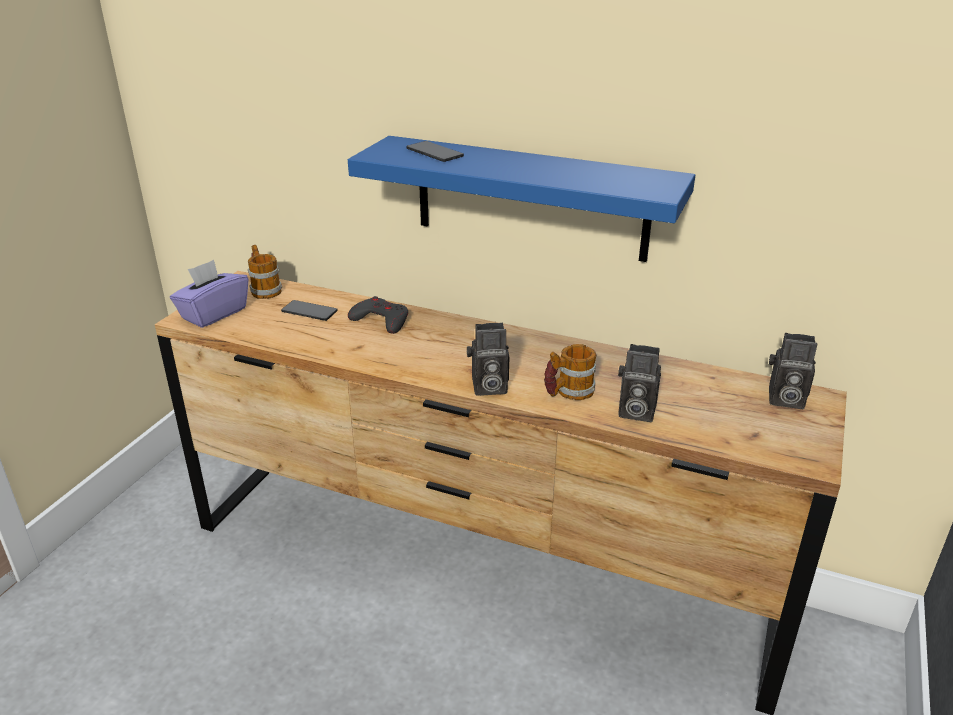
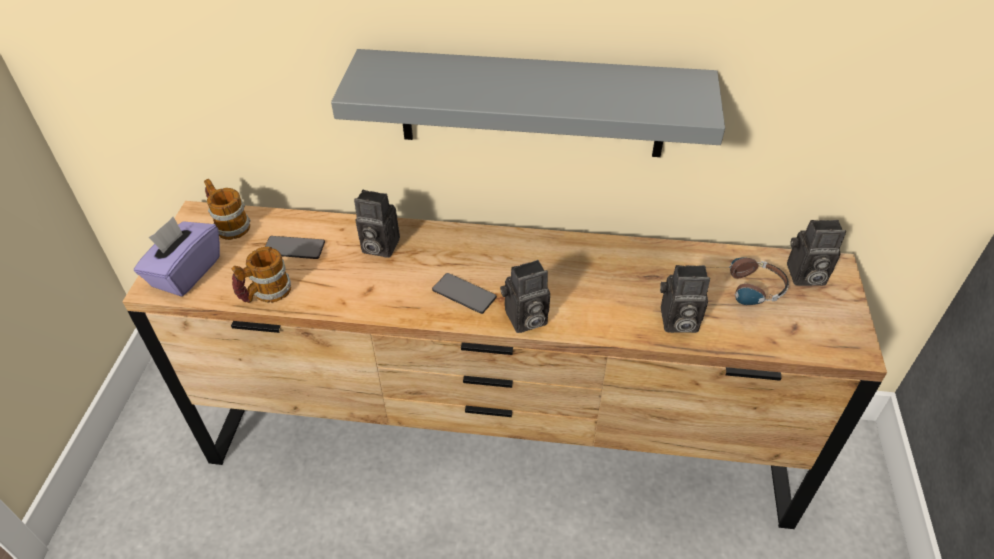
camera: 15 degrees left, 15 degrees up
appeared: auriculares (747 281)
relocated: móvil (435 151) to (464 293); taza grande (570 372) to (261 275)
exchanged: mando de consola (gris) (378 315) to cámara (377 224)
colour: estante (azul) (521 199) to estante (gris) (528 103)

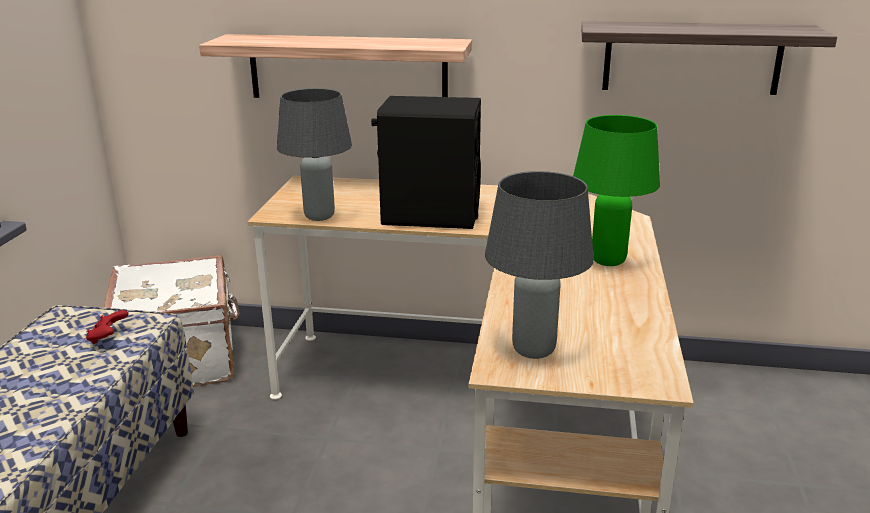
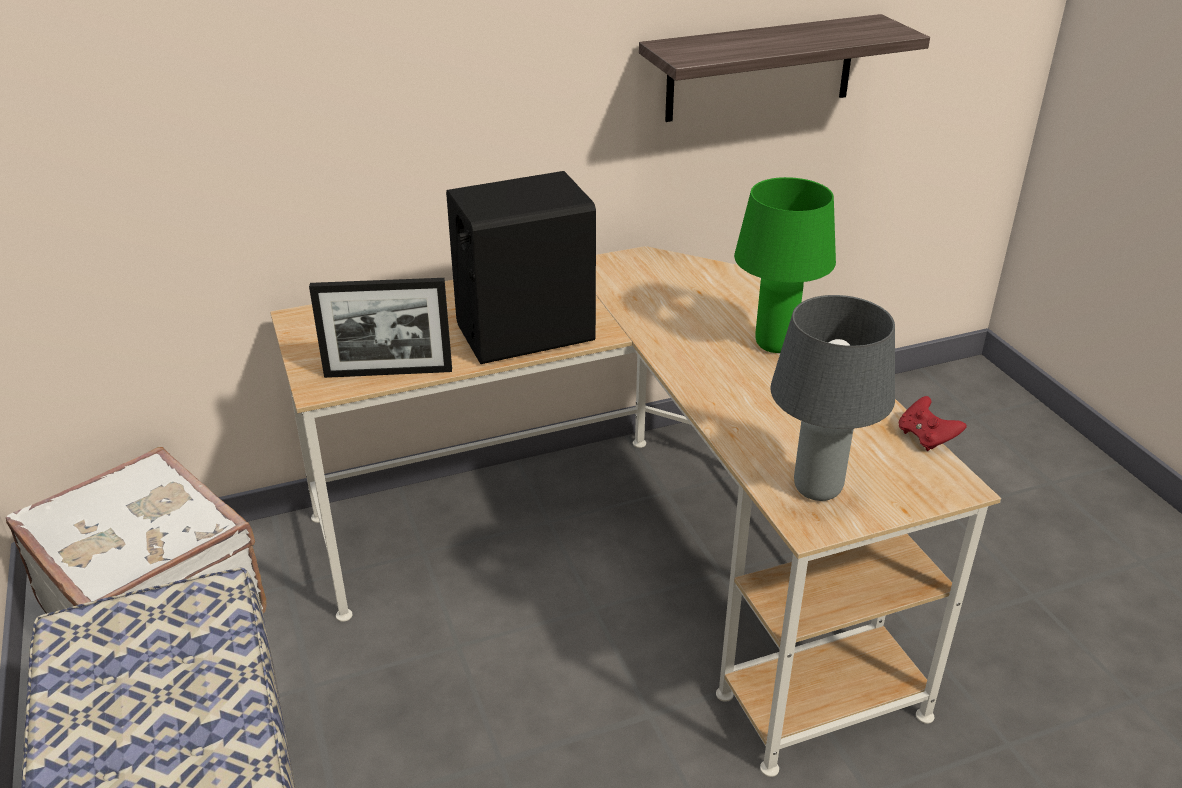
camera: 30 degrees left, 10 degrees up
missing: estante (335 66)
relocated: mando de consola (rojo) (107 327) to (933 423)
exchanged: lámpara de mesa (gris) (314 154) to portarretratos (380 328)

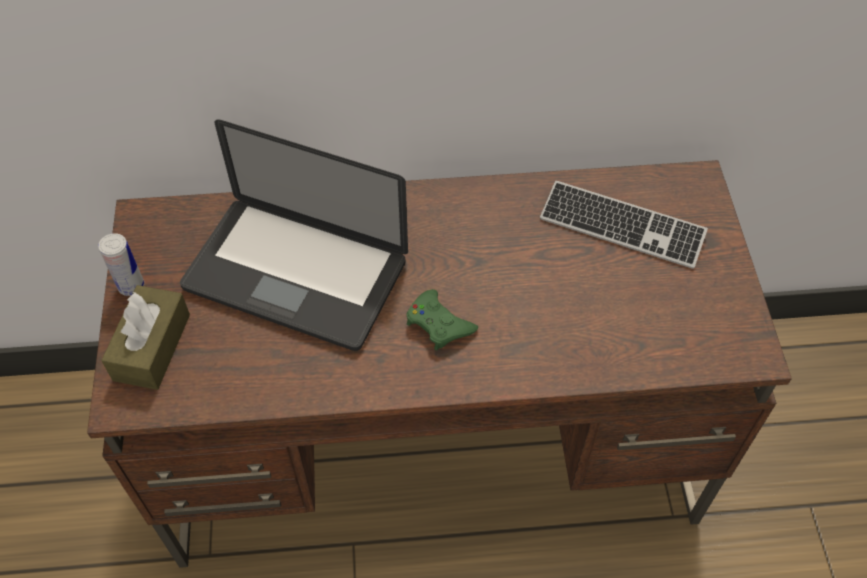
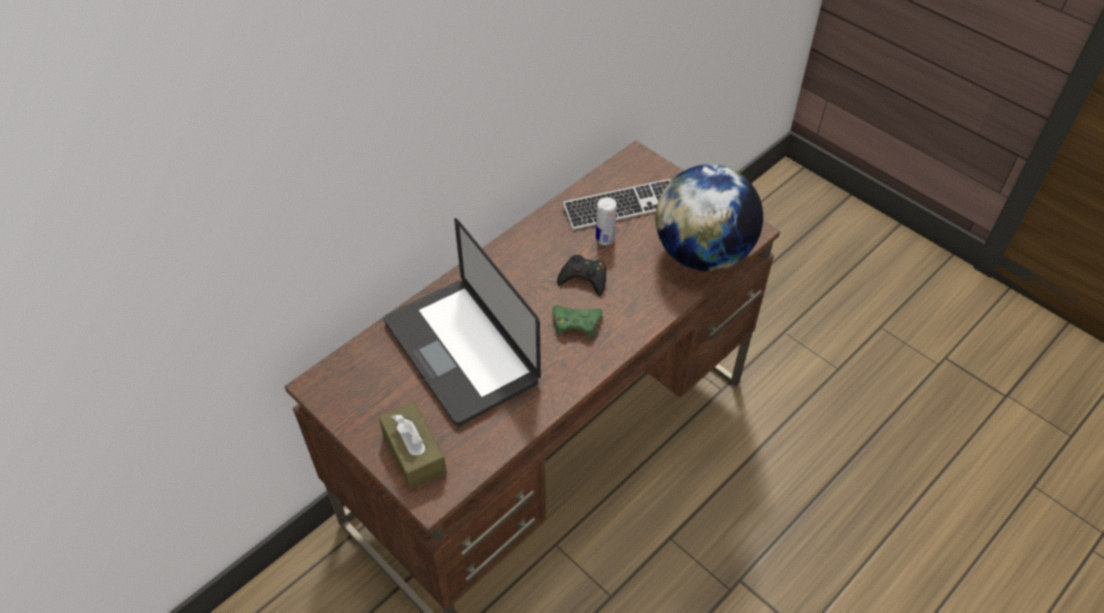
camera: 40 degrees left, 5 degrees down
appeared: mando de consola (negro) (581 275); globo terráqueo (709 217)
relocated: lata (121 264) to (606 221)
spun: portátil (294 235) = (462 322) 75 degrees clockwise

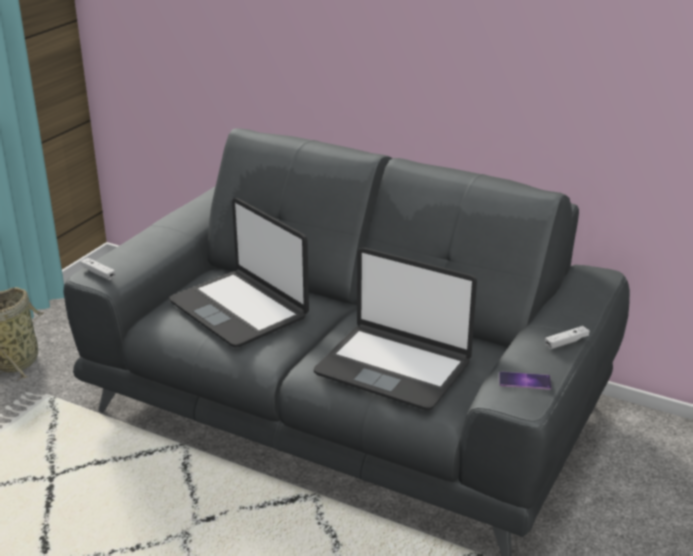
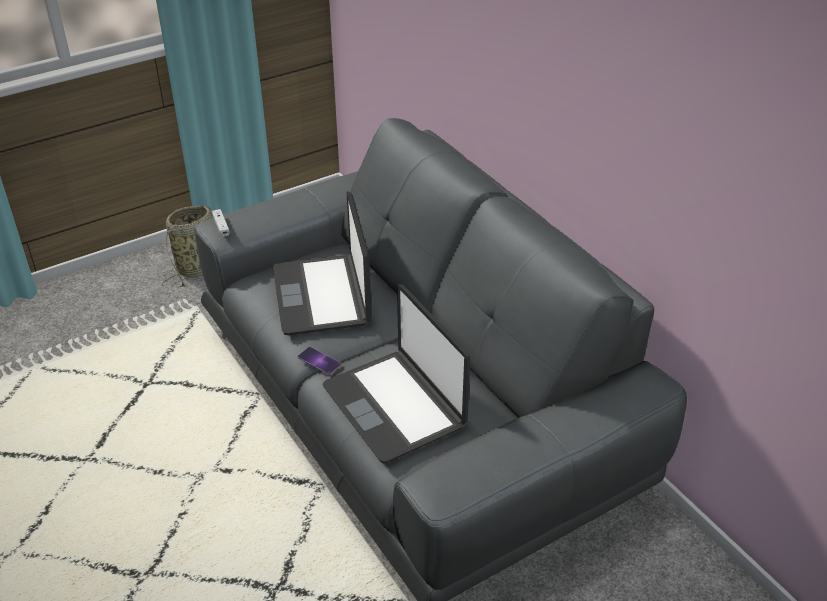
camera: 30 degrees right, 10 degrees up
missing: mando de consola (blanco) (567 337)
relocated: móvil (525 381) to (320 361)

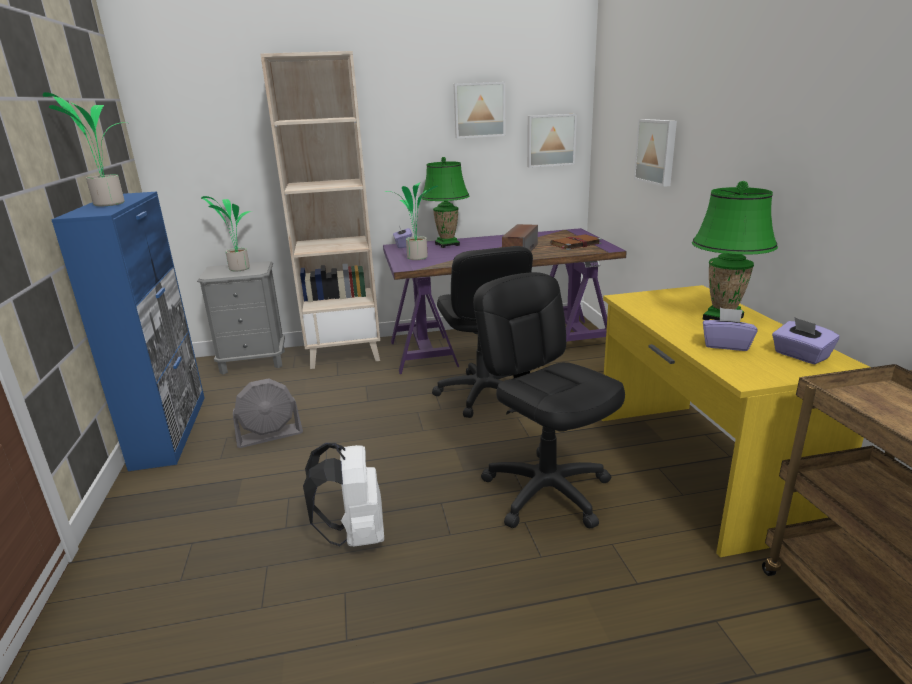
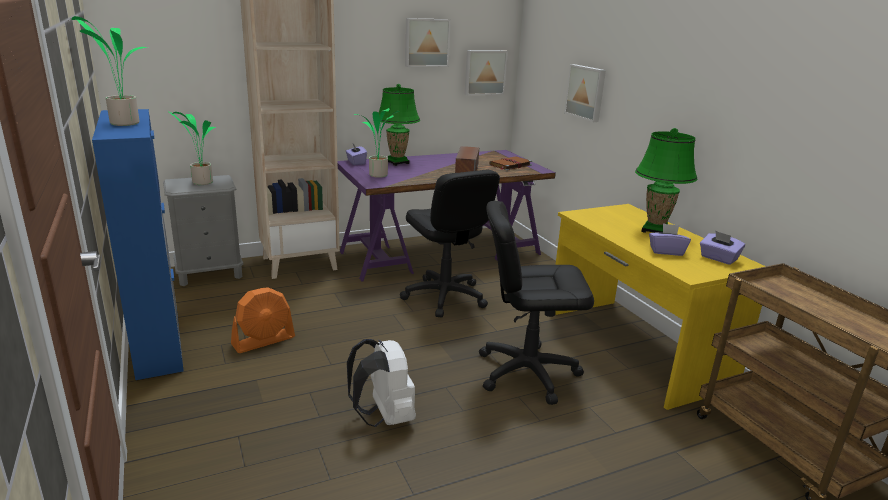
camera: 15 degrees left, 0 degrees up
colour: ventilador (gris) (268 413) to ventilador (naranja) (263 320)
spun: silla de oficina (negro) (549 400) = (536 303) 45 degrees counterclockwise

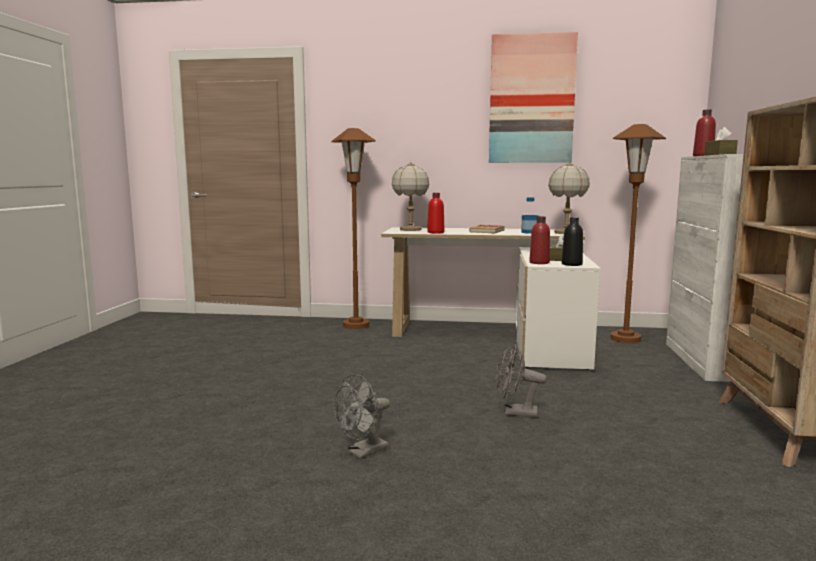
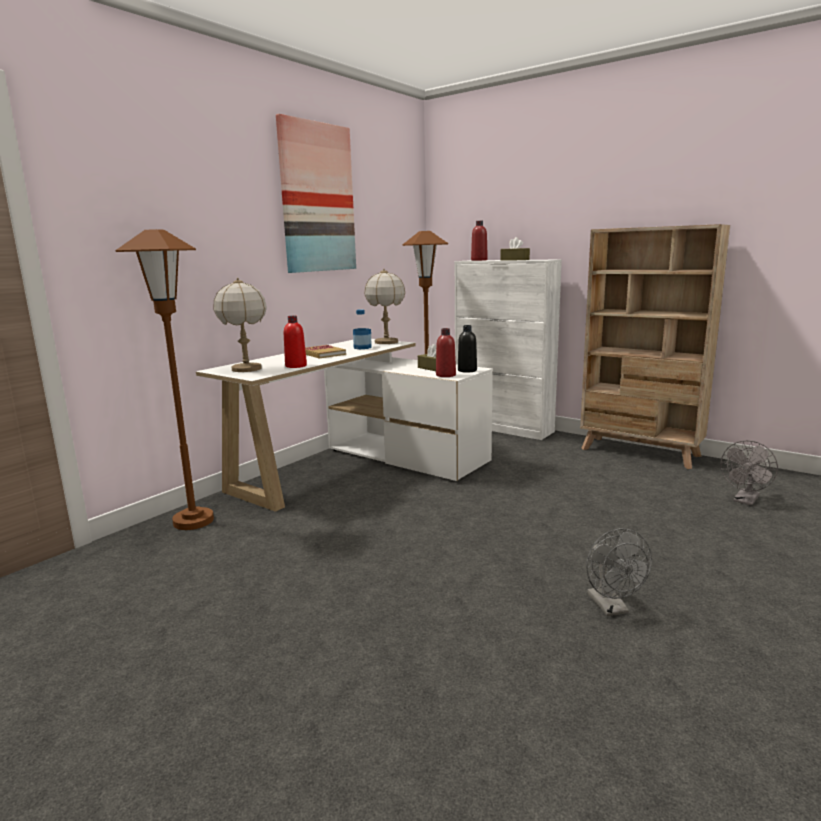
camera: 60 degrees left, 5 degrees up
relocated: ventilador (gris) (521 380) to (749 473)

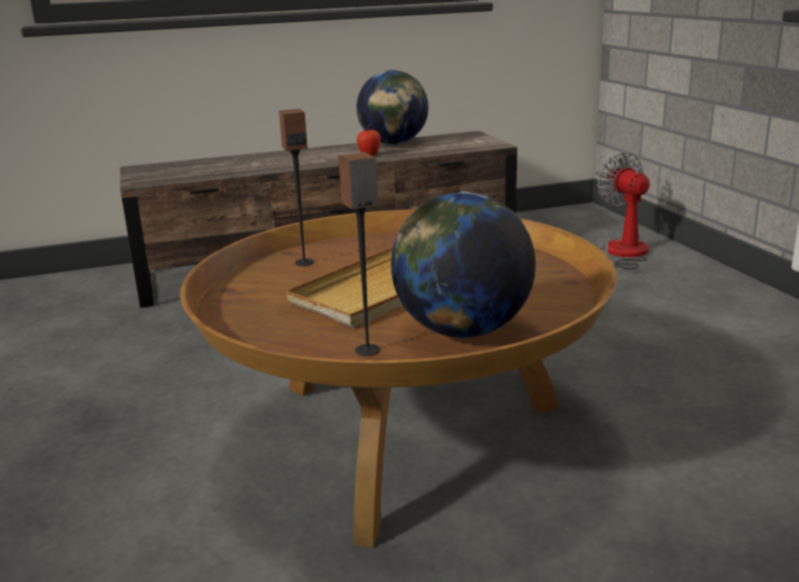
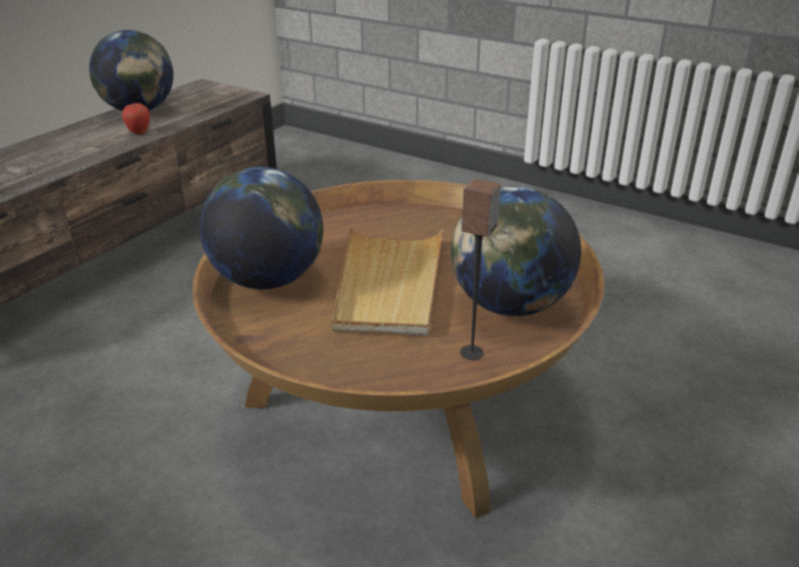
camera: 40 degrees left, 10 degrees up
missing: ventilador (623 210)
exchanged: altavoz (296 187) to globo terráqueo (261 228)

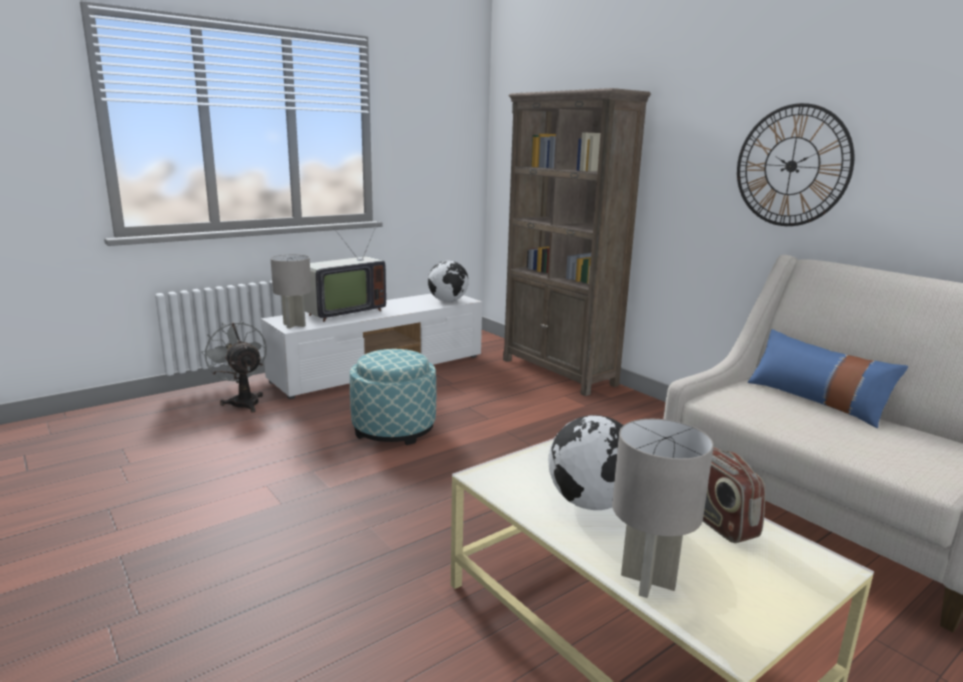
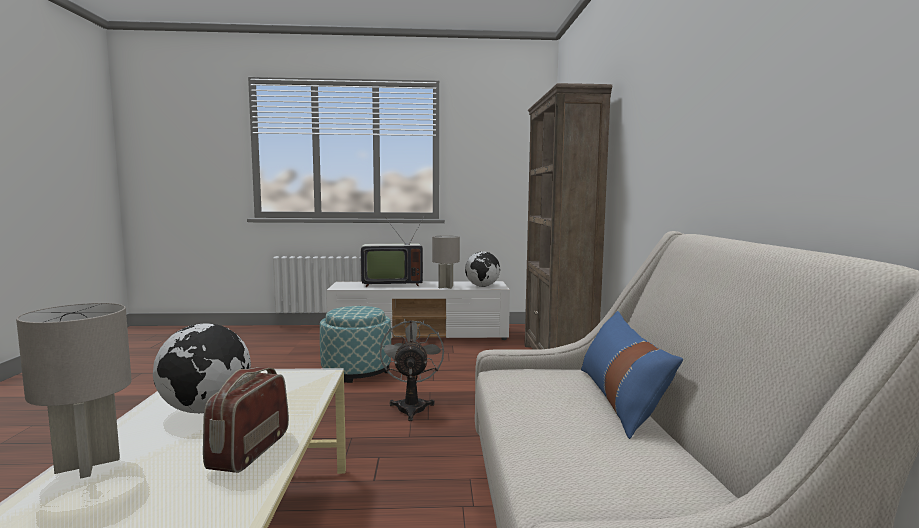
camera: 35 degrees right, 10 degrees down
missing: reloj de pared (796 164)
relocated: ventilador (gris) (234 366) to (412 370); lámpara de mesa (gris) (291 291) to (446 262)

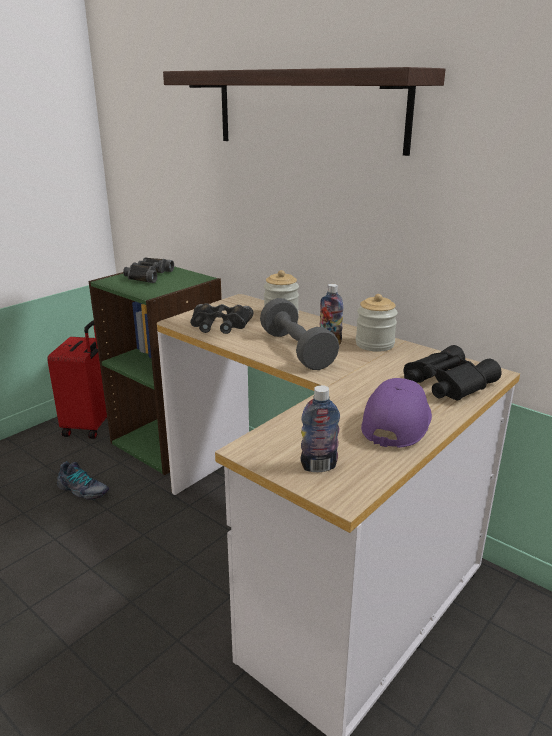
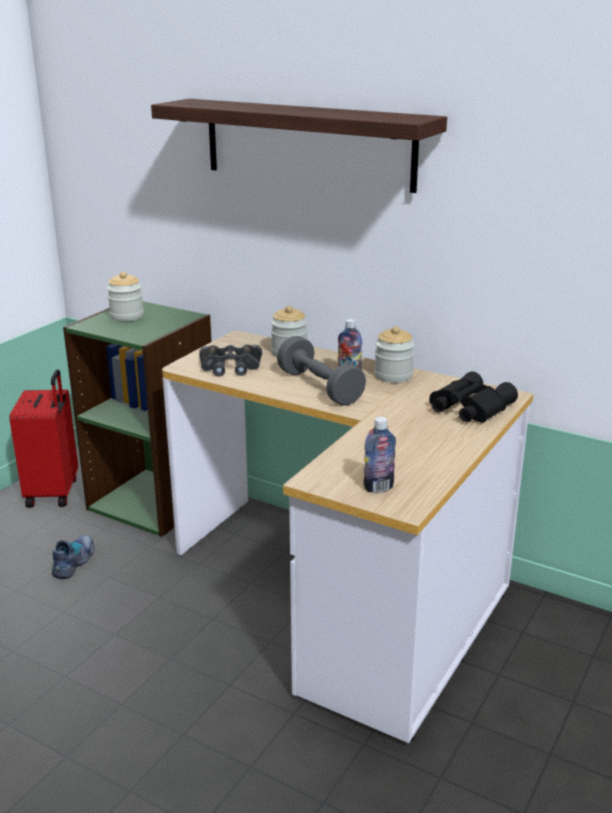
camera: 10 degrees left, 0 degrees up
missing: gorra (morado) (396 413)
exchanged: prismáticos (negro) (148 270) to tarro (125 296)
spun: zapato (83 480) = (73 557) 90 degrees counterclockwise

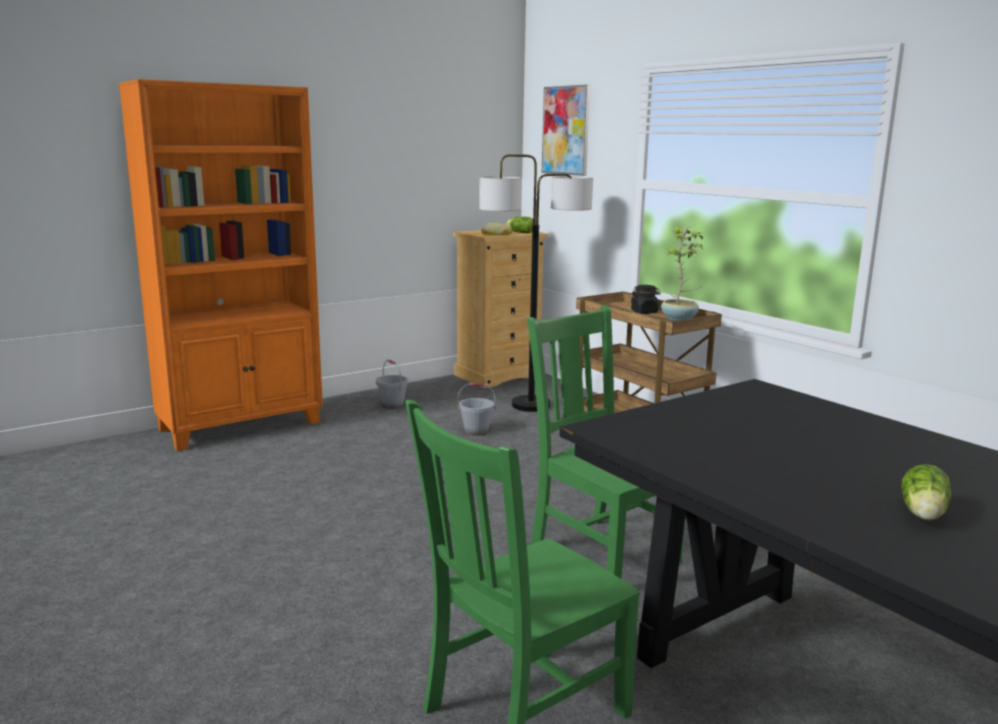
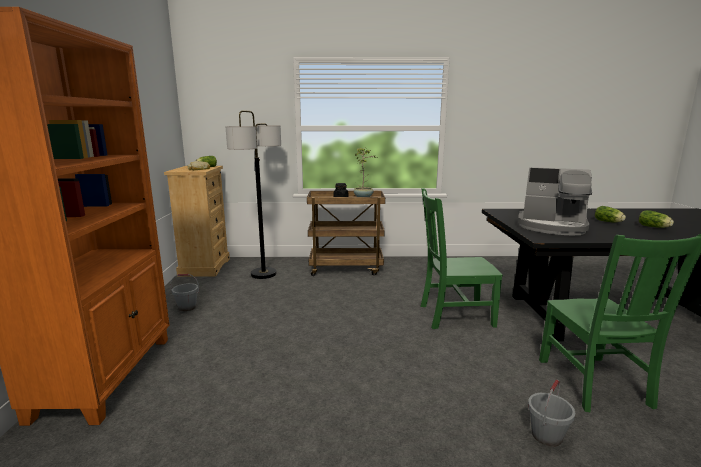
camera: 55 degrees left, 0 degrees up
missing: cuadro (566 130)
appeared: cafetera (555 201); lechuga (610 214)
relocated: cubo (gris) (477 409) to (551 413)

